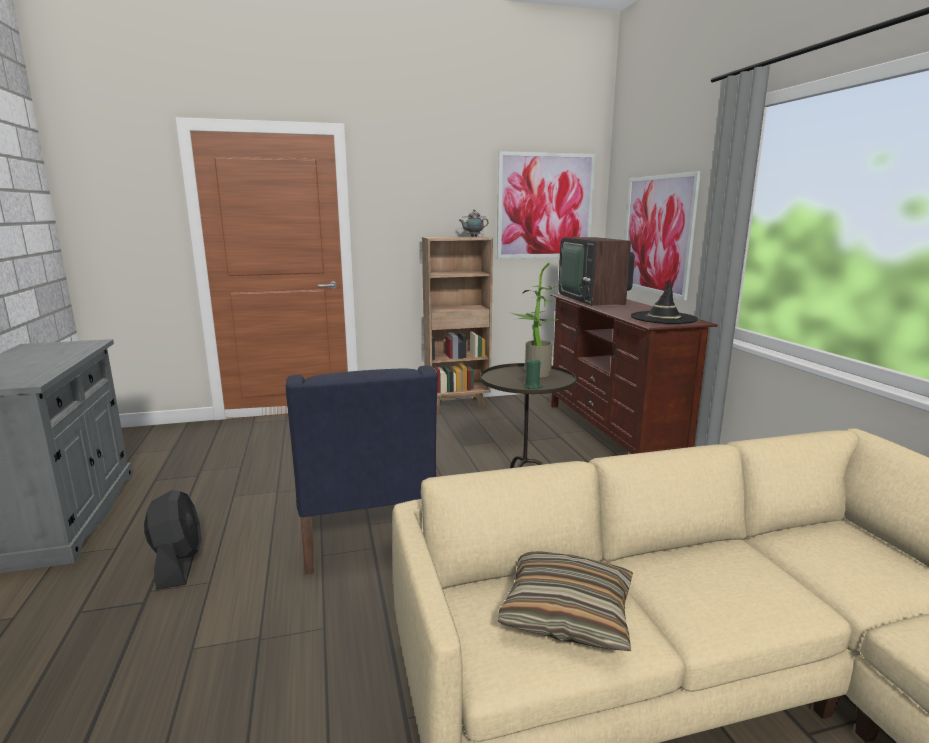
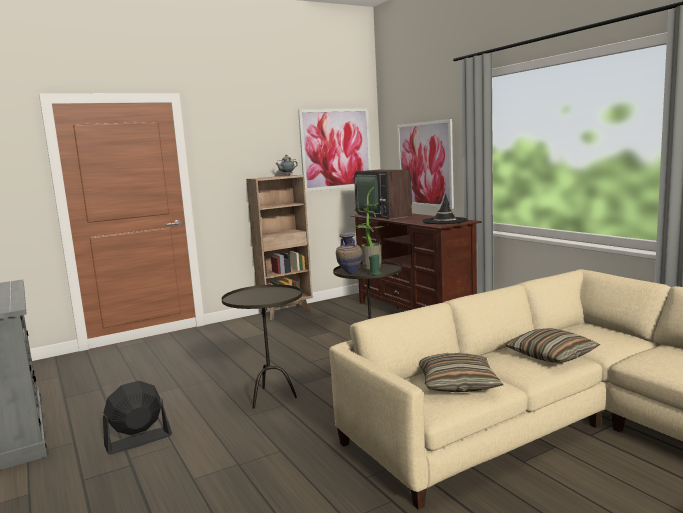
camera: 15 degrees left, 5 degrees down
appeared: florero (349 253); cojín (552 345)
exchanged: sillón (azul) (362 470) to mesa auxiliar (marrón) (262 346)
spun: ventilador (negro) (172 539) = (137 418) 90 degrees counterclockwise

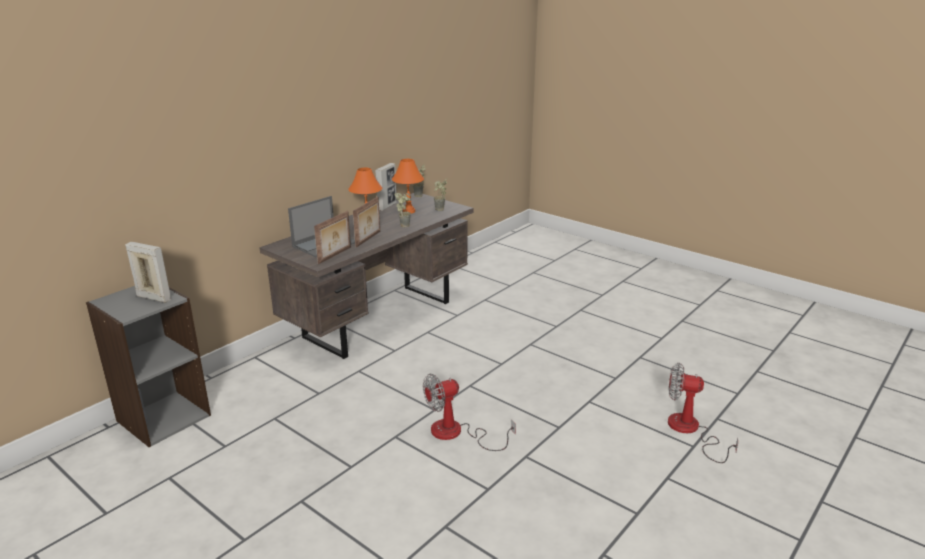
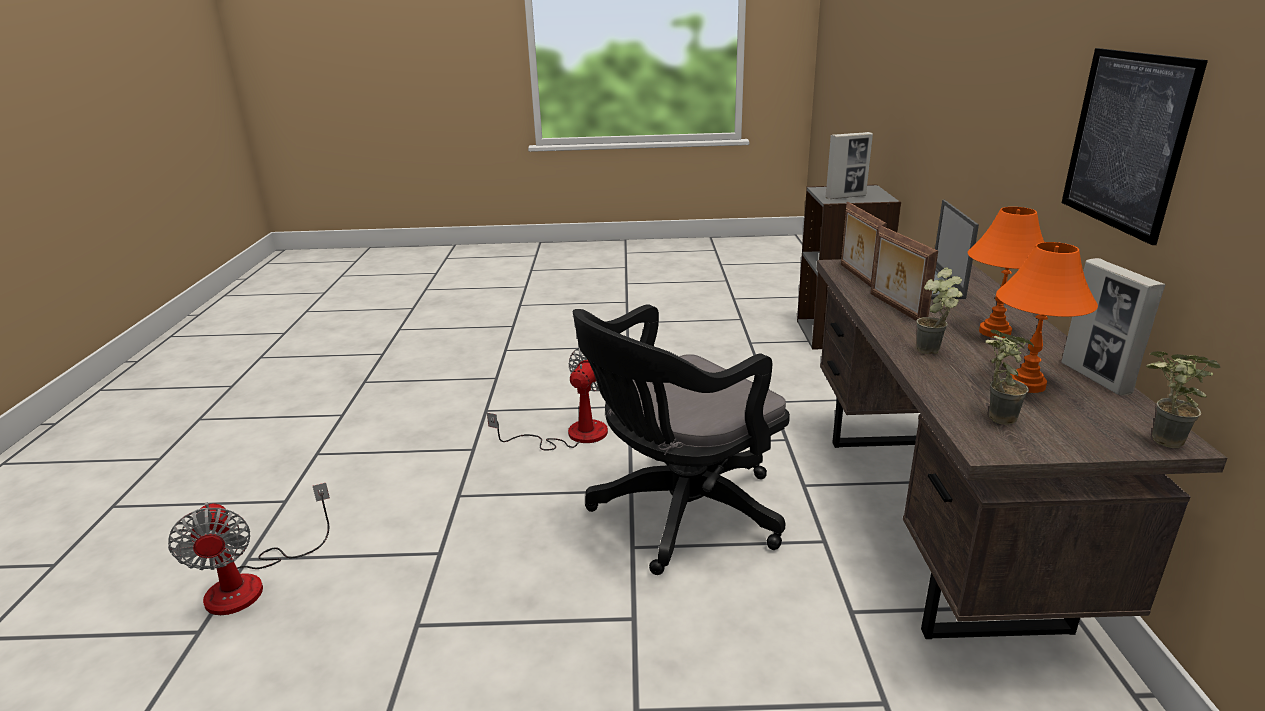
camera: 140 degrees right, 0 degrees up
appeared: silla de oficina (negro) (681 439); cuadro (1135 146)
spun: ventilador (703 413) = (249 549) 90 degrees clockwise

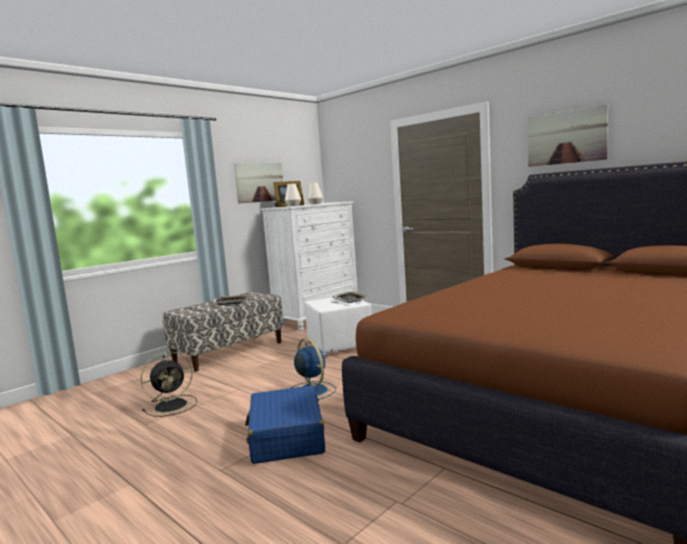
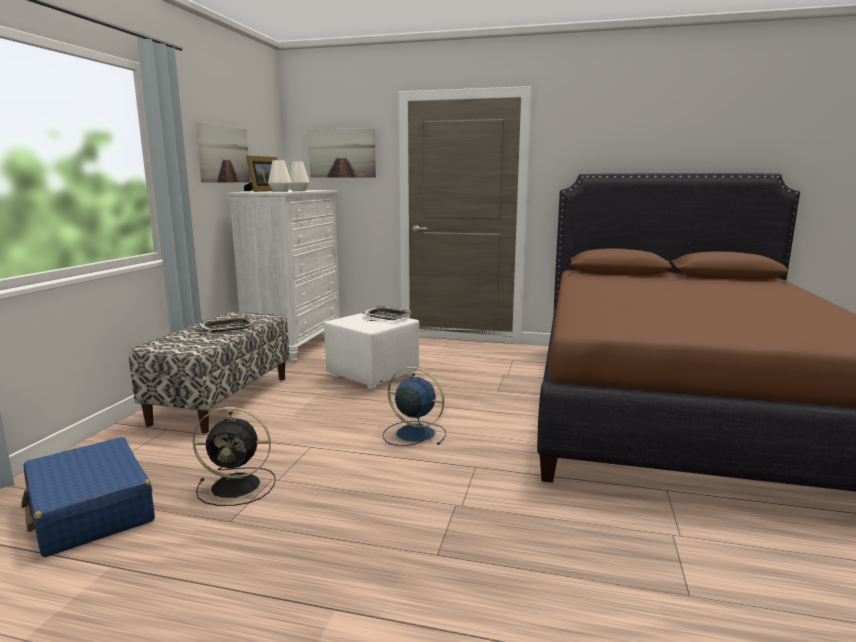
camera: 30 degrees left, 5 degrees up
relocated: maleta (azul) (285 424) to (88 497); cuadro (568 135) to (342 152)
spun: ventilador (negro) (169 384) = (234 456) 60 degrees clockwise

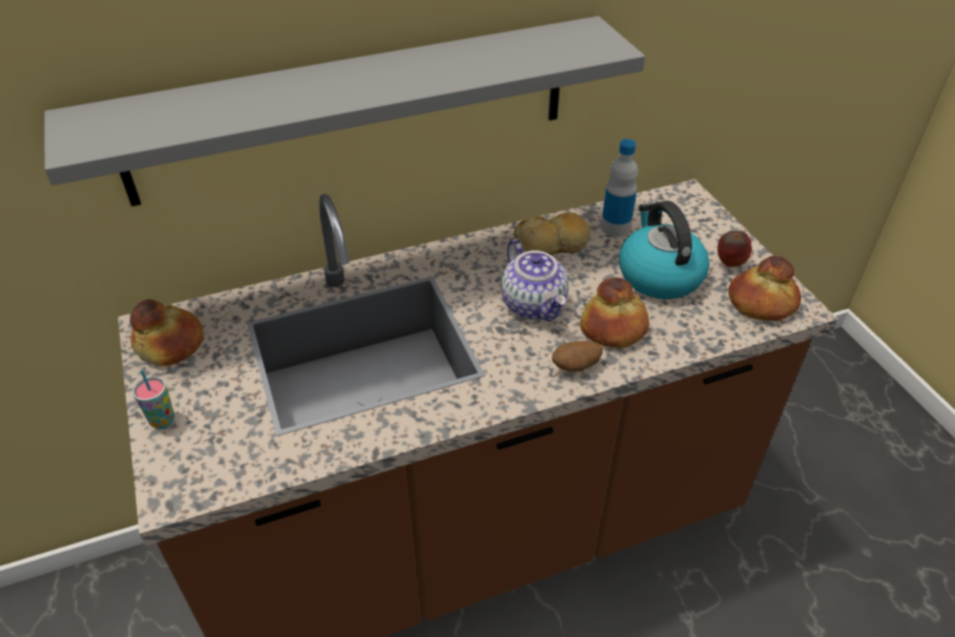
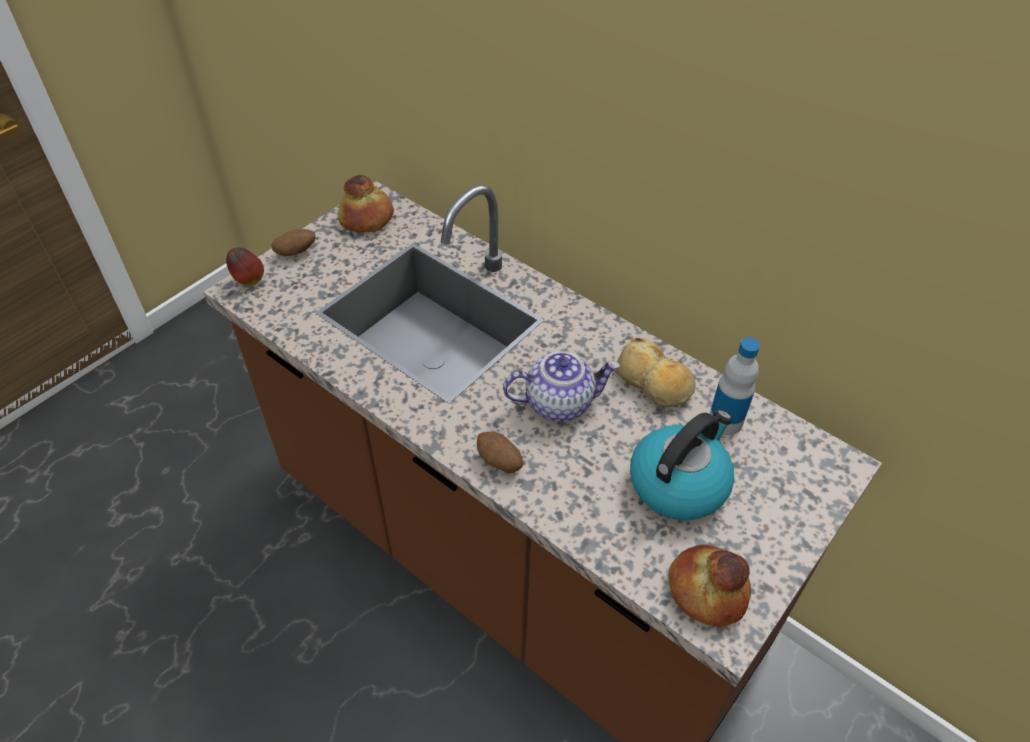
camera: 60 degrees right, 5 degrees up
missing: estante (gris) (344 111); pan (614 313)
relocated: manzana (735 248) to (245 266)
exchanged: taza (153 399) to patata (293 242)
spun: tetera (535 280) = (561 386) 135 degrees counterclockwise

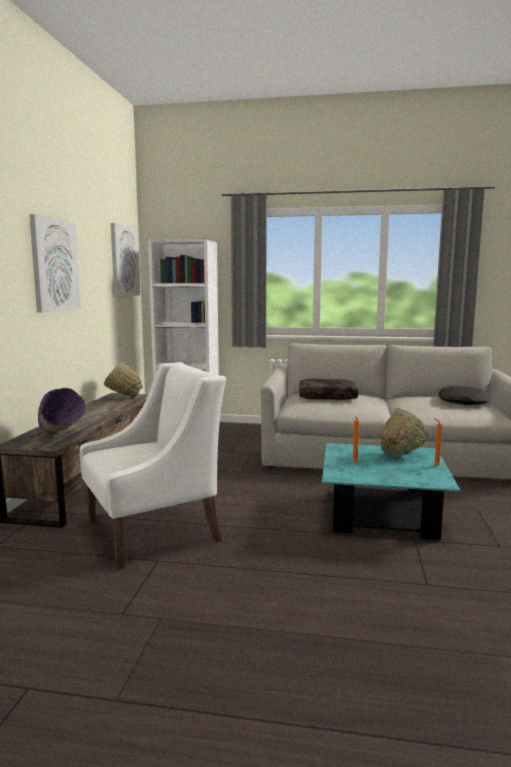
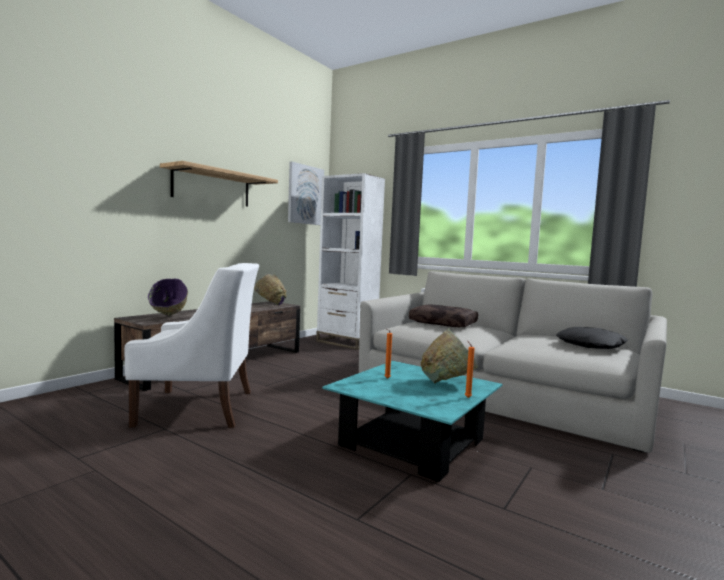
camera: 25 degrees right, 5 degrees down
exchanged: cuadro (55 263) to estante (219 183)

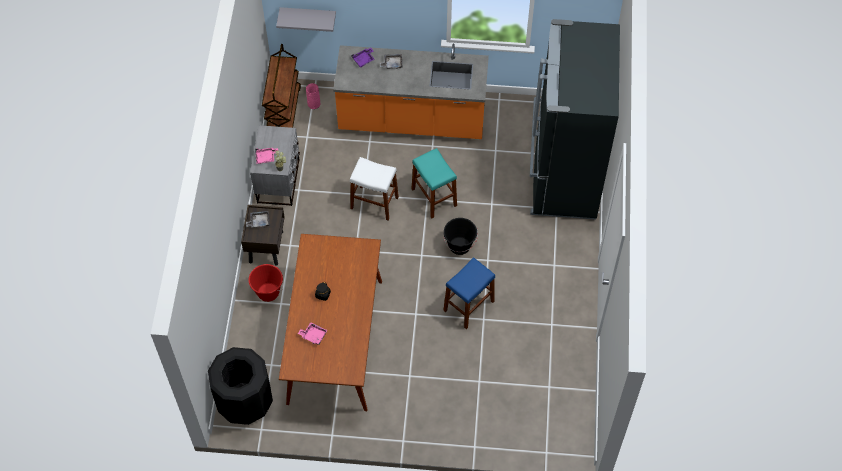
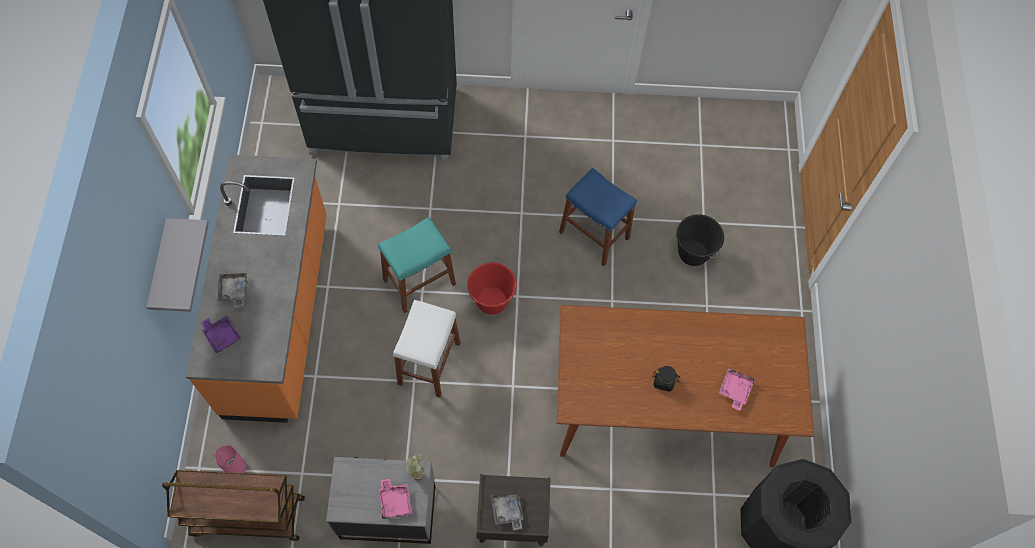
camera: 95 degrees left, 5 degrees up
relocated: cubo (rojo) (266 283) to (492 288); estante (gris) (306 19) to (178 265); cubo (negro) (461 236) to (700 240)

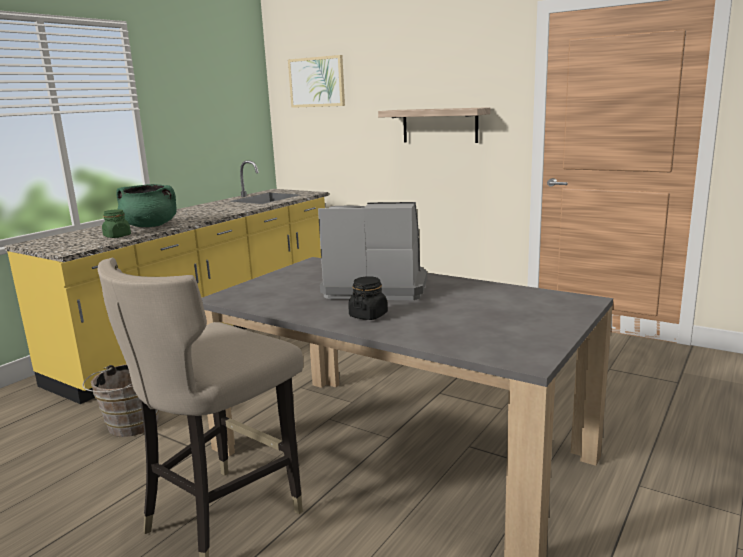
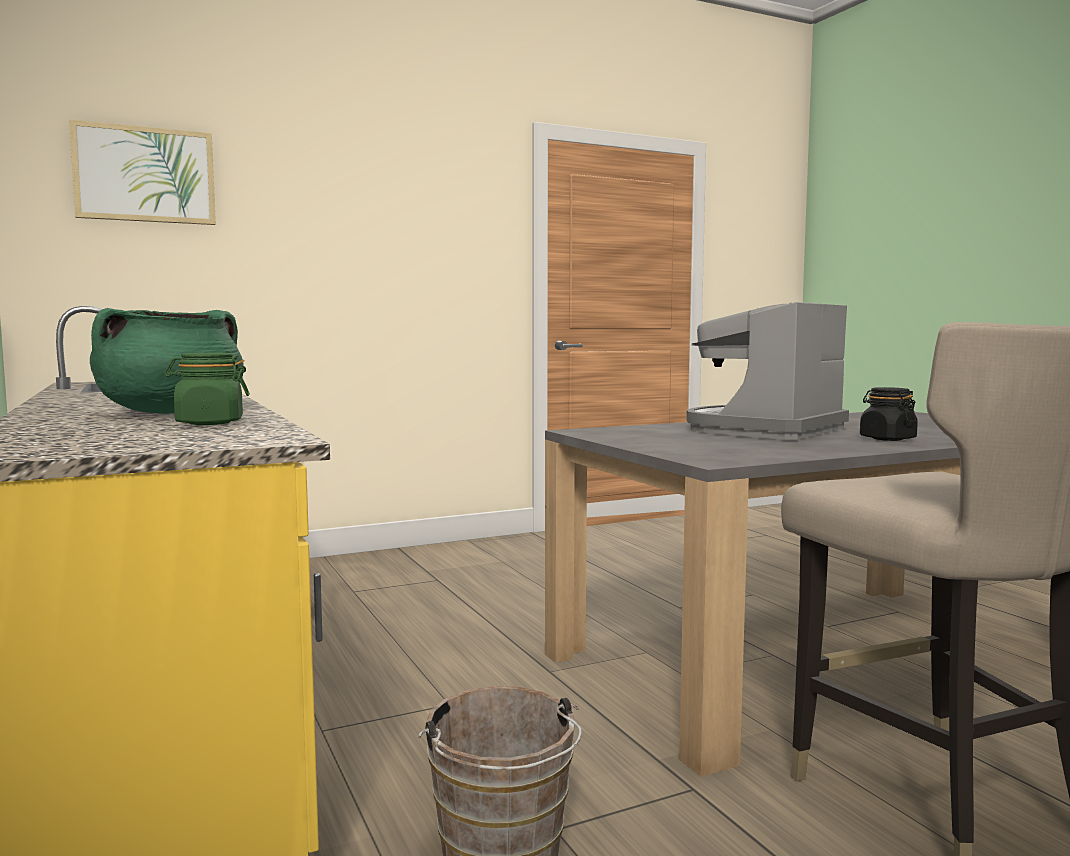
camera: 60 degrees left, 10 degrees down
missing: estante (434 125)

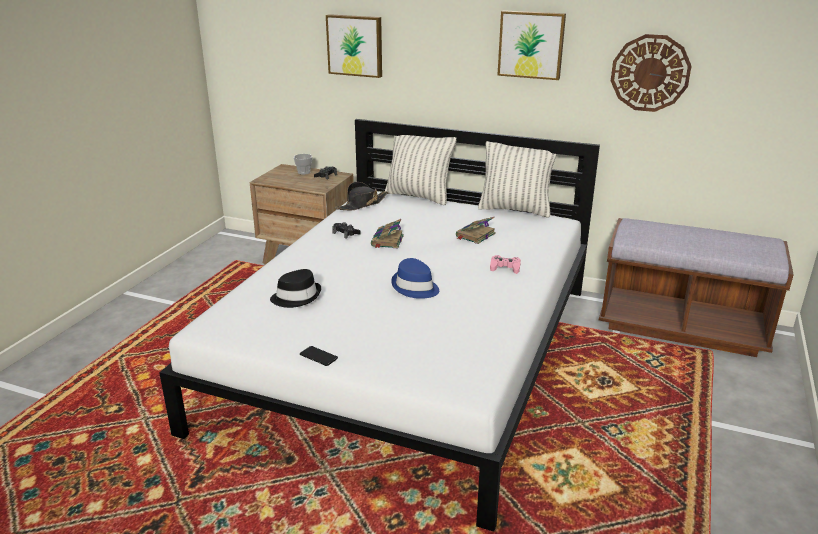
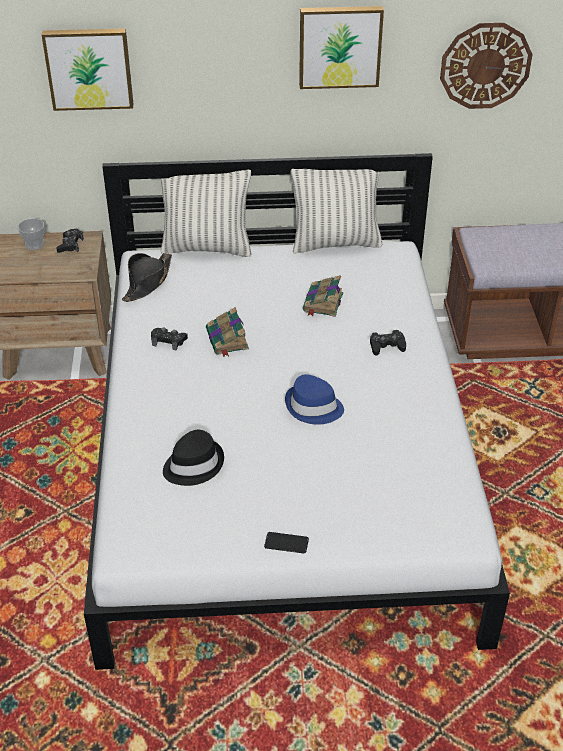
camera: 25 degrees left, 15 degrees up
colour: mando de consola (rosa) (505 264) to mando de consola (negro) (388 343)

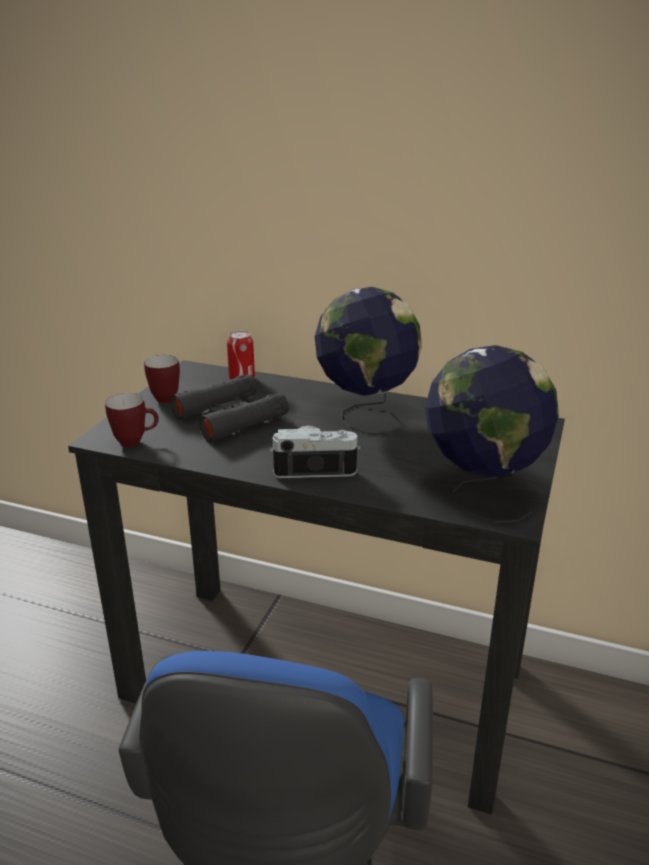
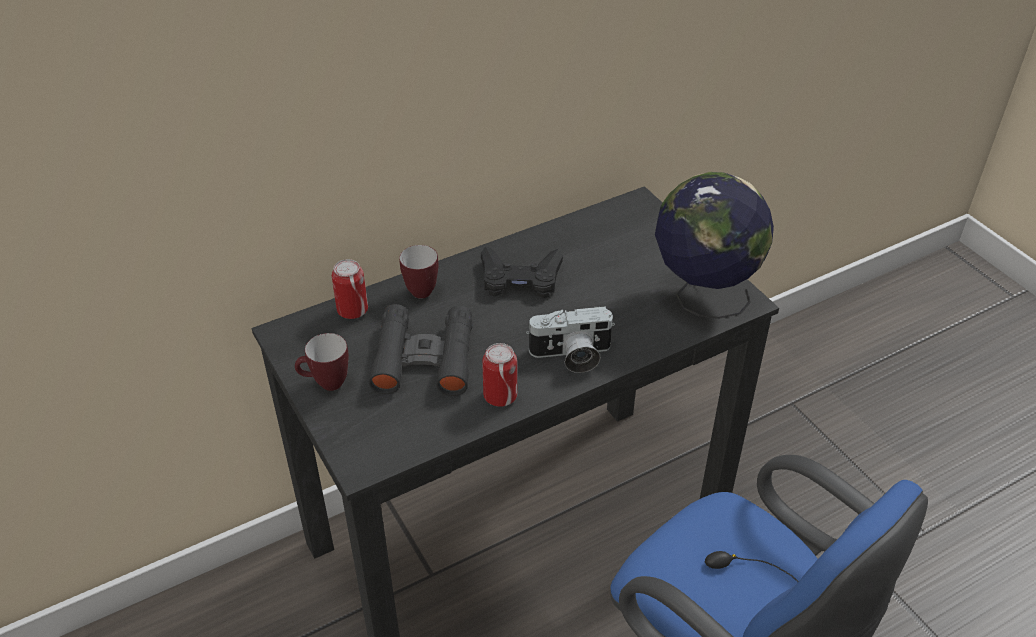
camera: 50 degrees left, 15 degrees up
appeared: lata (500 375)
relocated: taza grande (132 420) to (419 272)
exchanged: globo terráqueo (368 361) to mando de consola (negro) (522 272)
spun: cámara (315 452) = (570 339) 135 degrees counterclockwise

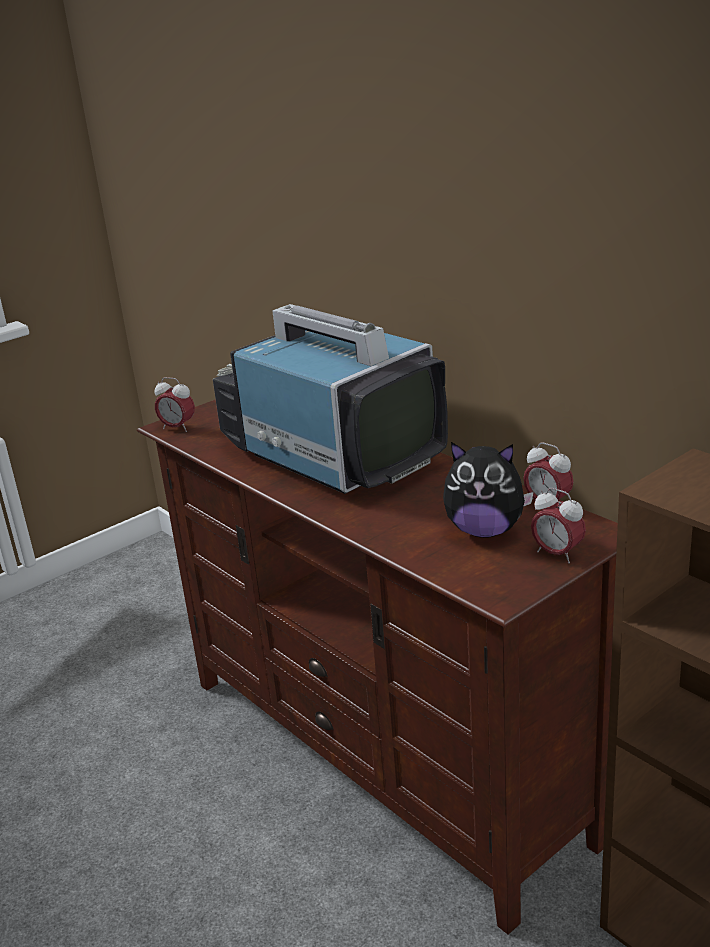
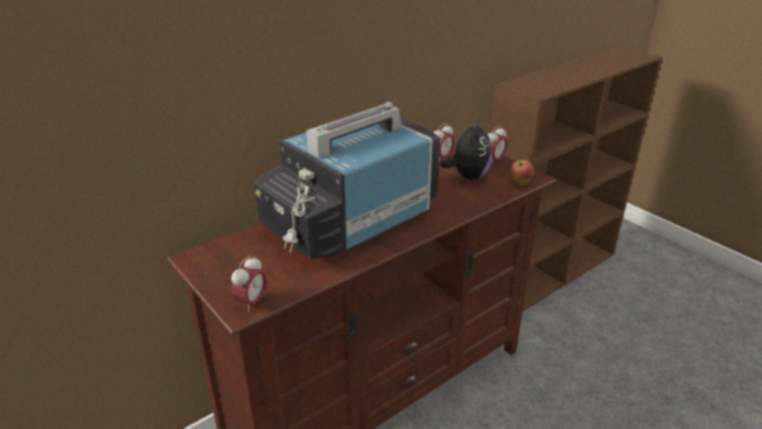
camera: 90 degrees left, 5 degrees up
appeared: manzana (522 172)

